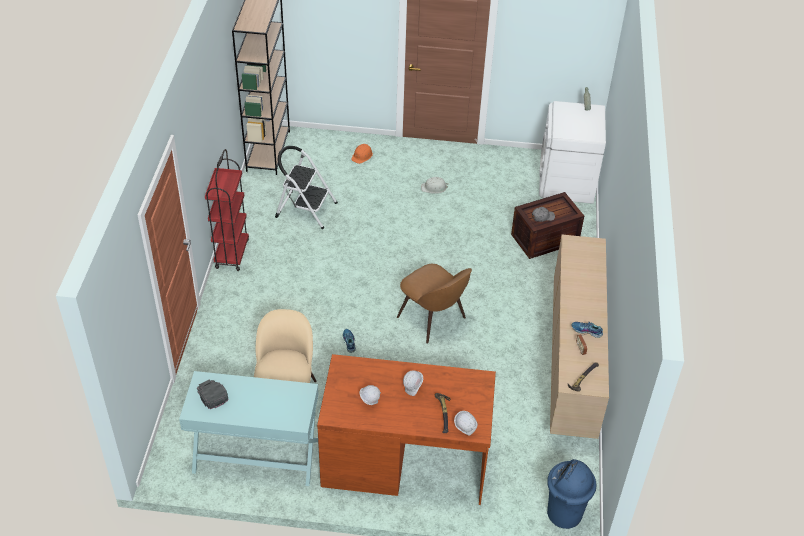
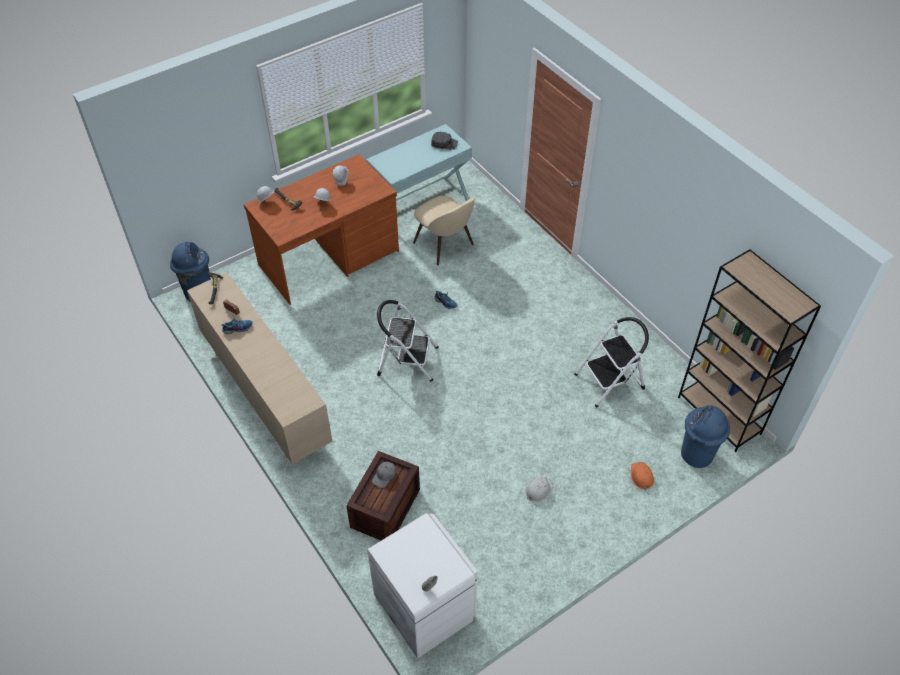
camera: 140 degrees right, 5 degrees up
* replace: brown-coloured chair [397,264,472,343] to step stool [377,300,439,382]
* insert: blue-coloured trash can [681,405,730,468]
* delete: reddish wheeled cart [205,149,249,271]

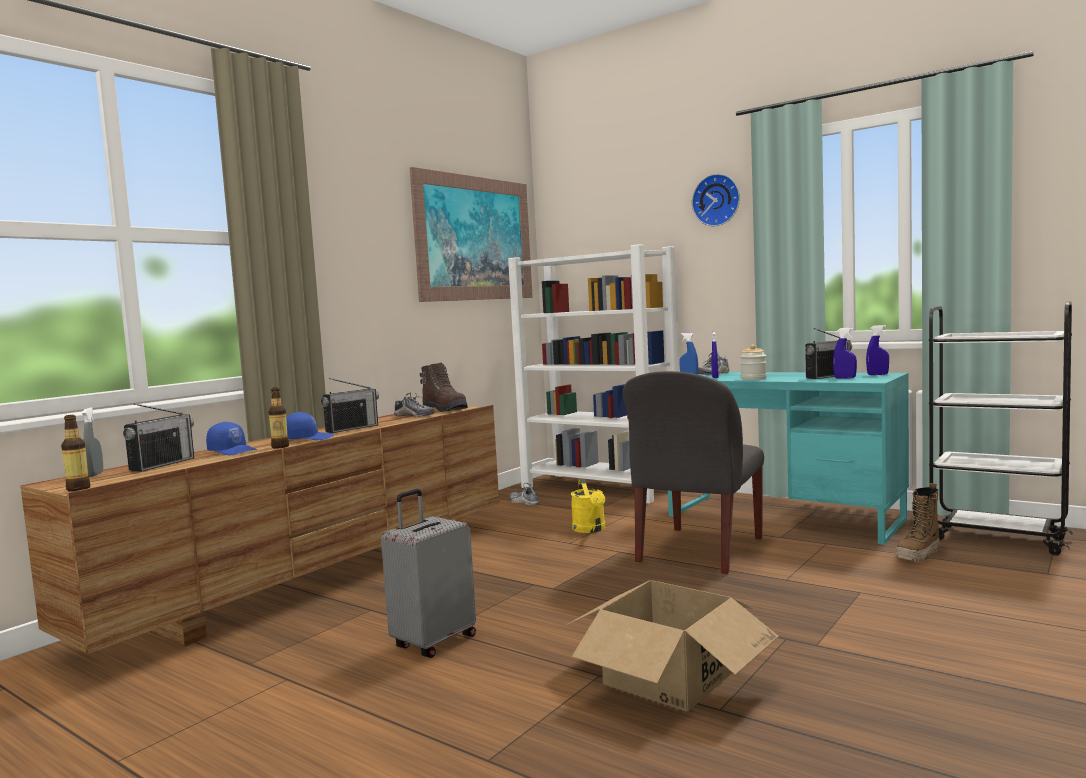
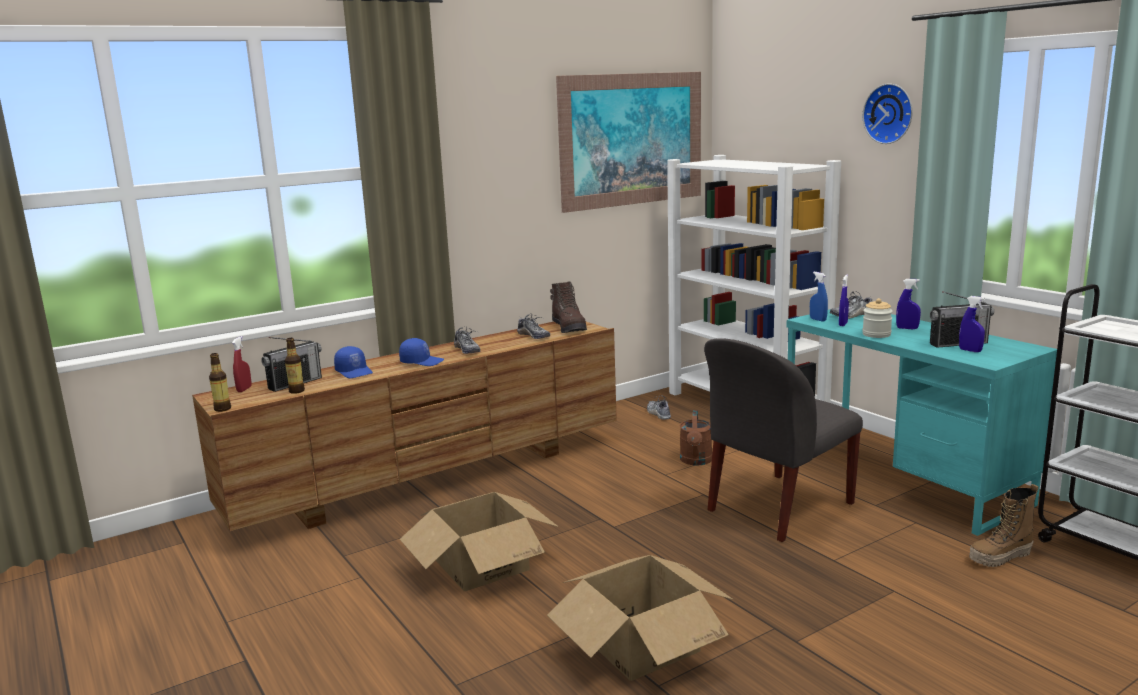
camera: 20 degrees right, 10 degrees up
* recolor: grey hand sprayer [82,407,103,477] to reddish hand sprayer [232,336,251,392]
* move: beverage bottle [268,387,289,449] to [285,338,305,394]
* replace: grey piece of luggage [381,489,476,658] to carton [400,492,559,591]
* replace: radio [321,378,379,433] to item of footwear [454,326,481,354]
* recolor: yellowish watering can [571,479,605,533] to brown-coloured watering can [680,410,712,466]
* move: blue-coloured hand sprayer [866,325,889,375] to [896,279,921,329]

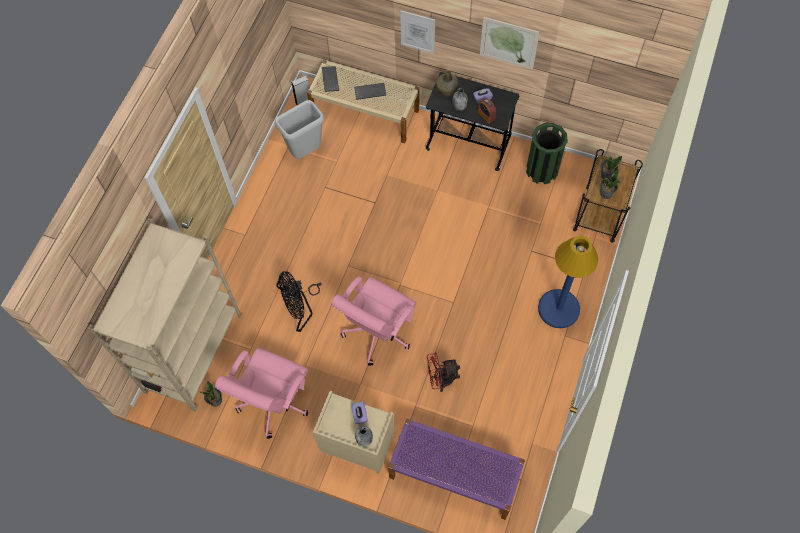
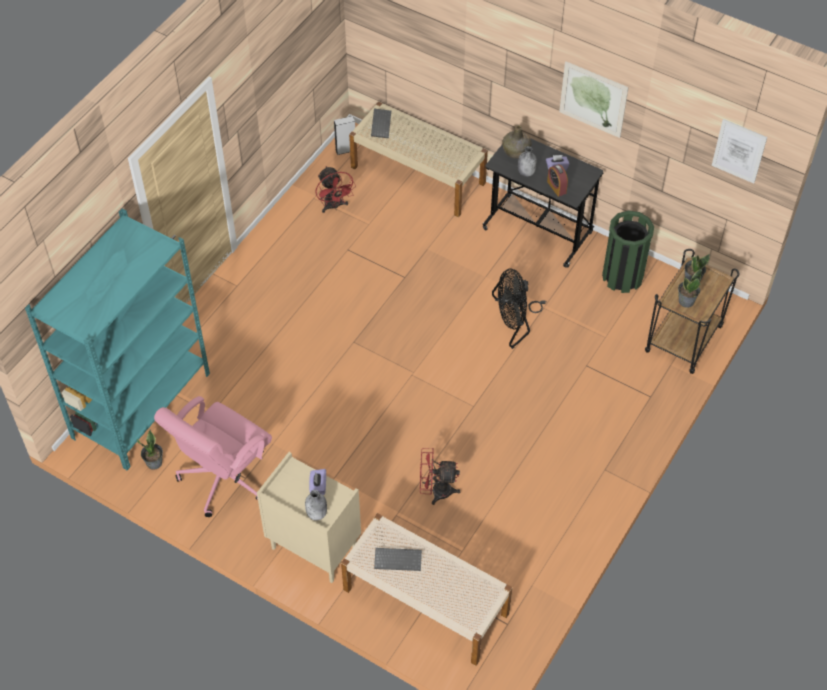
camera: 10 degrees right, 10 degrees down
* recolor: sand-coloured bookcase [88,218,241,412] to turquoise bookcase [25,208,210,470]
* replace: grey trash can [275,100,324,159] to reddish cooling fan [315,166,356,213]
* recolor: purple indoor bench [388,418,525,520] to sand-coloured indoor bench [341,513,513,666]
* move: keyboard [354,83,386,100] to [374,548,422,571]
* move: black-coloured cooling fan [276,271,322,332] to [492,268,546,349]
* move: picture [400,11,435,54] to [712,119,767,183]
* delete: pinkish computer chair [331,276,416,366]
* delete: blue-coloured standing lamp [538,236,598,328]

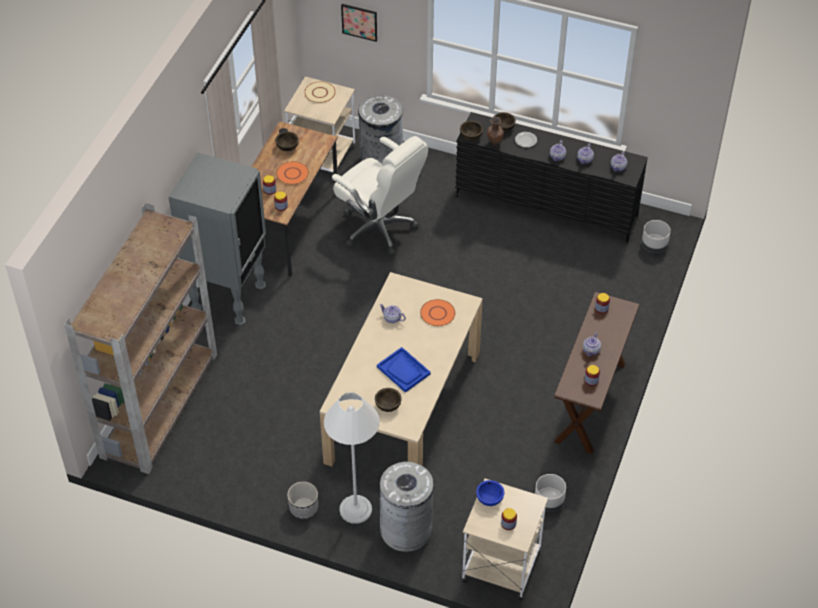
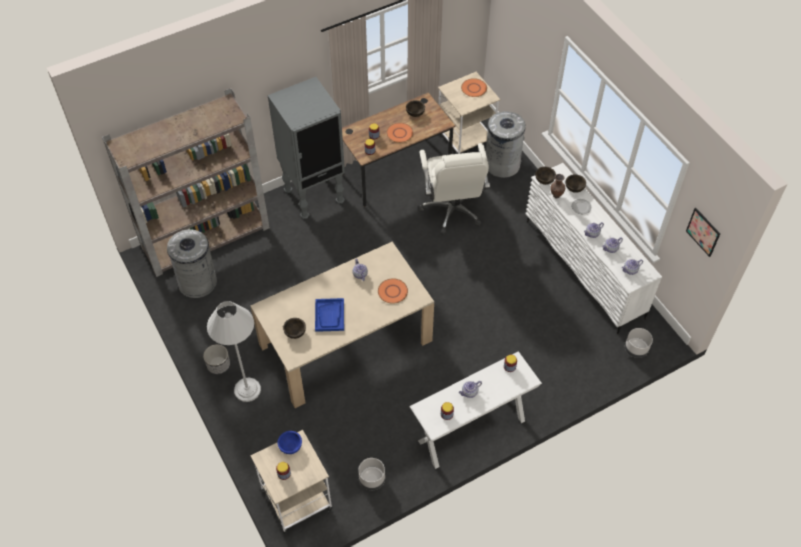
camera: 40 degrees right, 5 degrees up
* move: grey trash can [380,462,434,552] to [167,229,217,298]
* recolor: brown-coloured console table [554,292,640,454] to white-coloured console table [410,351,542,469]
* recolor: sand-coloured flat dish [304,81,336,103] to orangey flat dish [461,78,487,97]
* recolor: black-coloured chest of drawers [455,112,648,243] to white-coloured chest of drawers [525,163,662,334]
* move: picture [341,4,377,42] to [686,208,720,257]

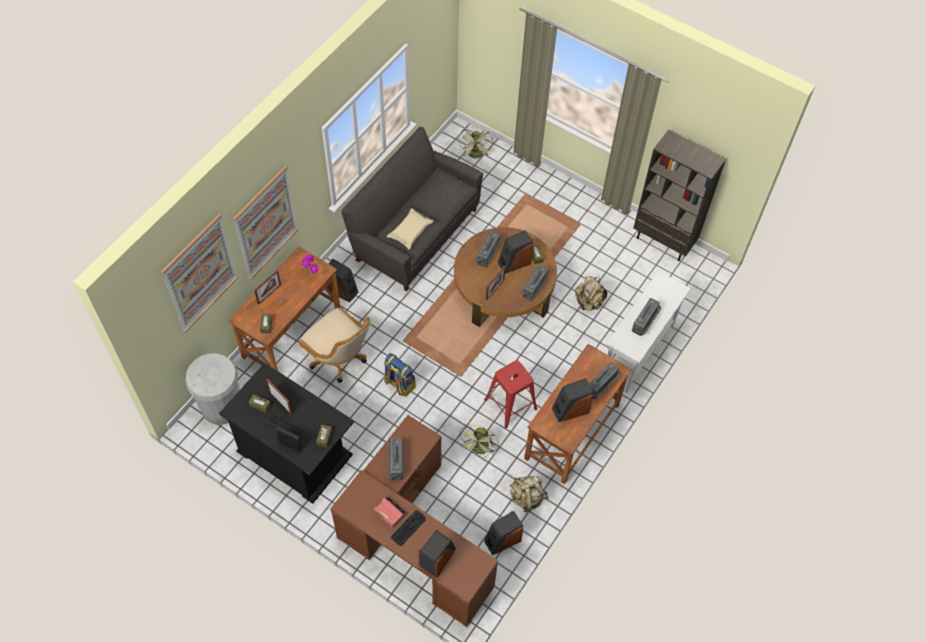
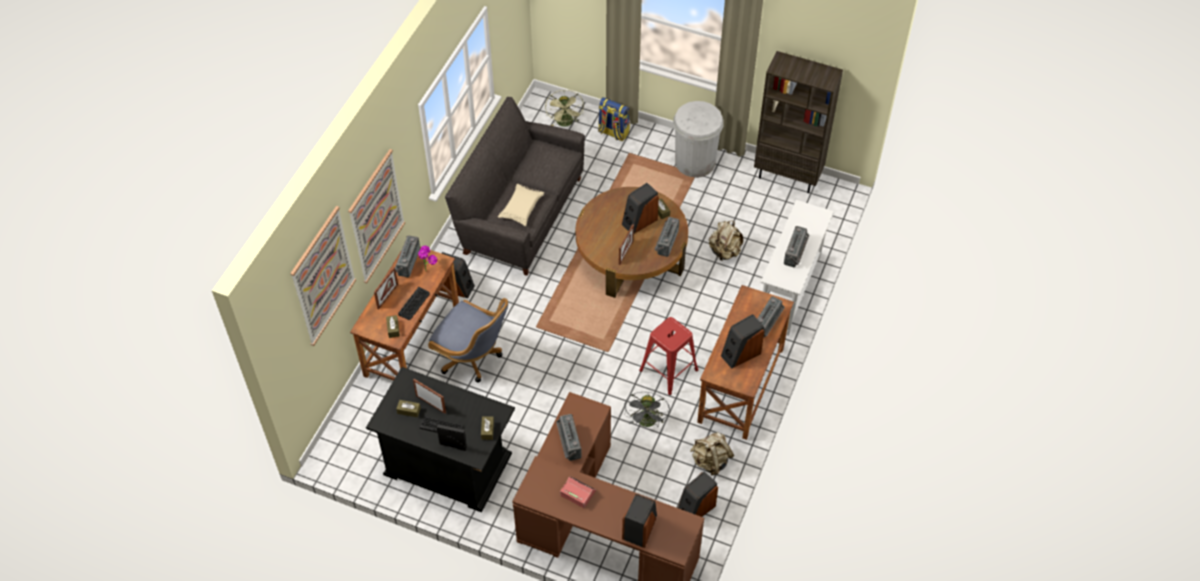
camera: 10 degrees left, 5 degrees down
* move: radio [475,231,500,267] to [395,235,420,277]
* move: keyboard [391,510,426,546] to [398,287,430,320]
* recolor: sand-coloured computer chair [299,307,371,383] to blue-coloured computer chair [428,298,508,383]
* move: backpack [384,353,416,397] to [598,97,630,141]
* recolor: green-coloured cooling fan [458,425,499,458] to grey cooling fan [624,392,670,428]
* move: white-coloured trash can [185,354,240,425] to [673,101,724,178]

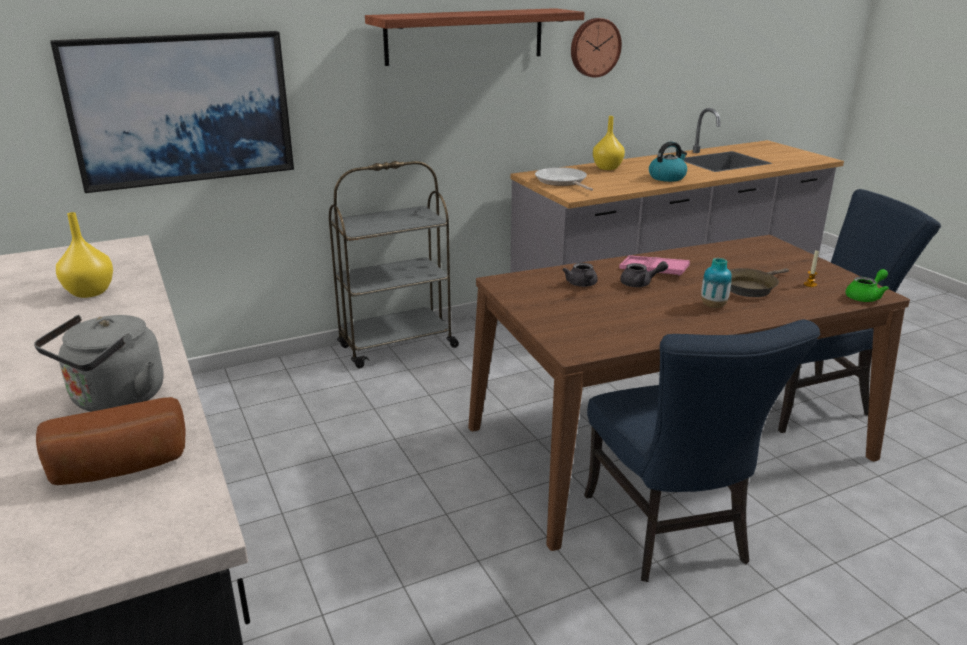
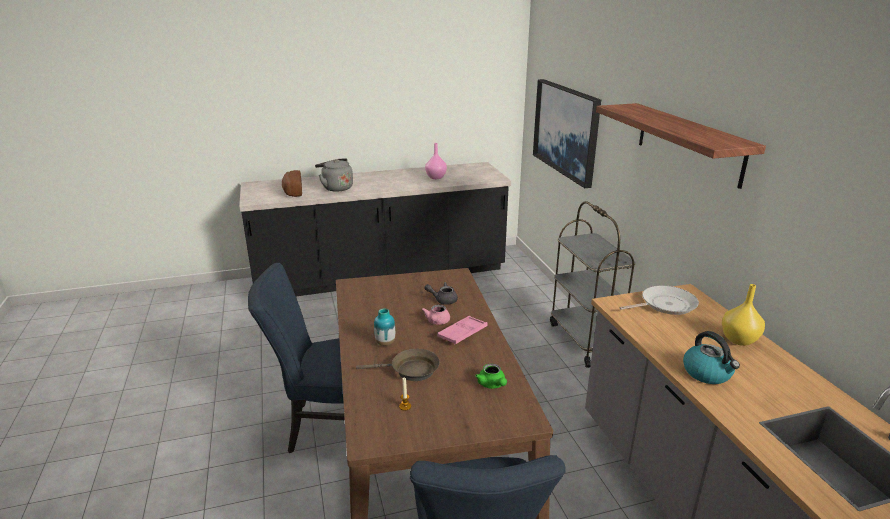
camera: 100 degrees right, 0 degrees up
* rotate: brown-coloured pan [730,268,789,297] = [356,349,440,381] 120 degrees clockwise
* recolor: grey tea pot [620,261,668,287] to pinkish tea pot [422,305,450,325]
* recolor: yellowish decorative vase [56,212,113,298] to pinkish decorative vase [425,143,447,179]
* move: green-coloured tea pot [845,269,889,302] to [475,363,507,389]
* delete: clock on the wall [571,18,622,78]

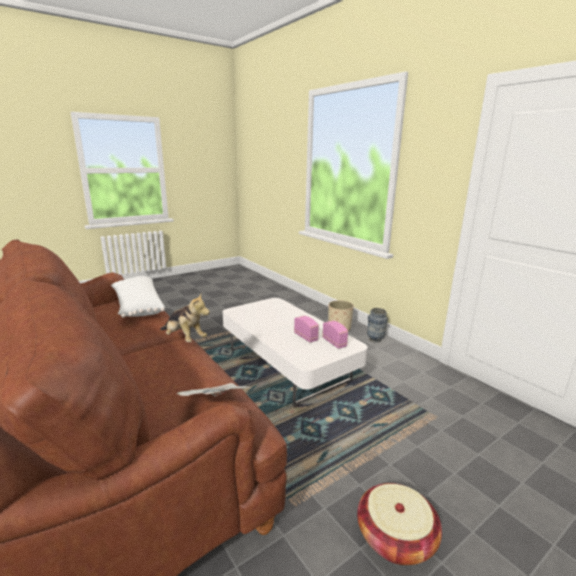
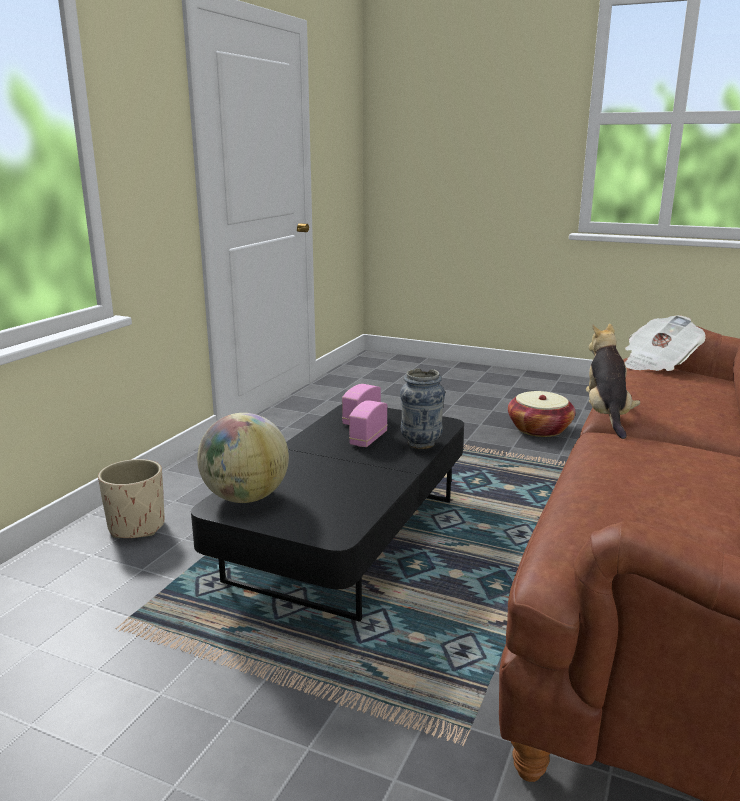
camera: 120 degrees left, 0 degrees up
* recolor: white-coloured lounge table [223,298,368,405] to black-coloured lounge table [191,404,464,622]
* insert: globe [197,413,289,503]
* move: decorative vase [367,308,388,342] to [400,368,445,449]
* delete: white-coloured cushion [111,276,165,318]

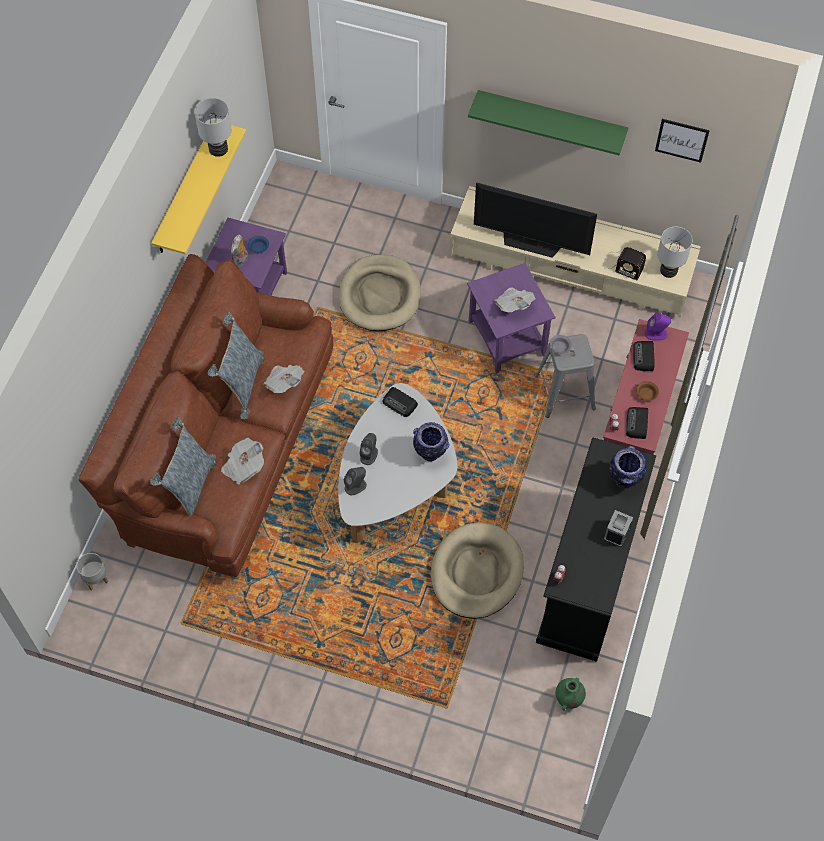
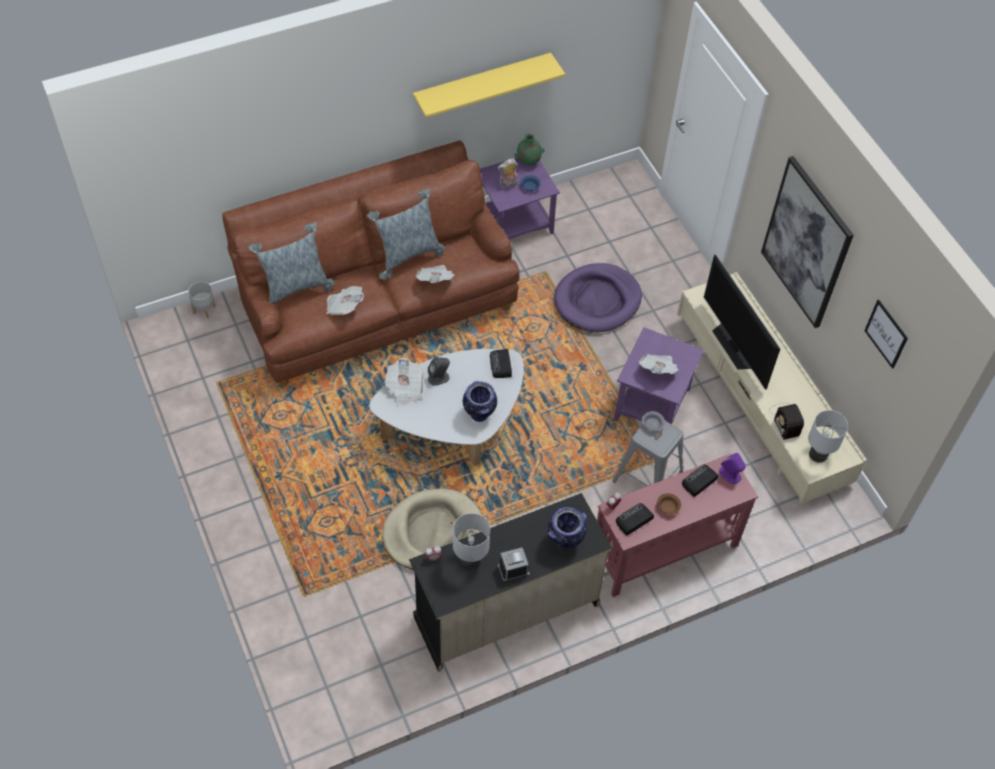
camera: 45 degrees right, 5 degrees down
* replace: grey speaker [343,467,367,495] to printed paper [384,358,424,407]
* move: grey tabletop lamp [195,98,232,157] to [453,513,490,569]
* move: green-coloured decorative vase [556,678,586,711] to [515,133,544,165]
* recolor: sand-coloured dog cushion [339,255,421,331] to purple dog cushion [554,263,642,332]
* replace: green-coloured shelf [468,90,628,155] to picture [761,156,854,328]

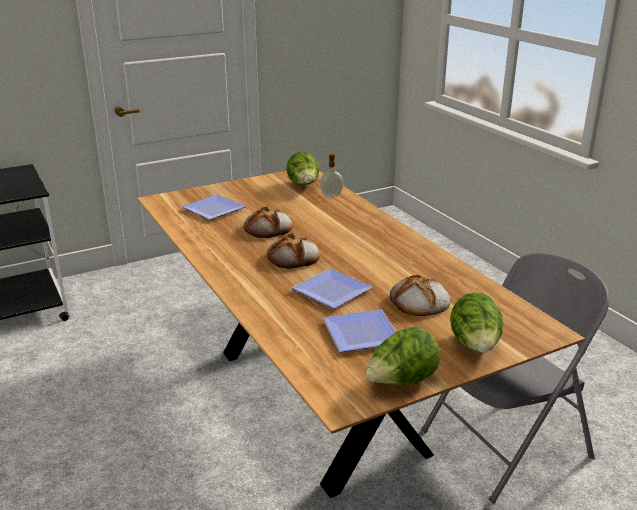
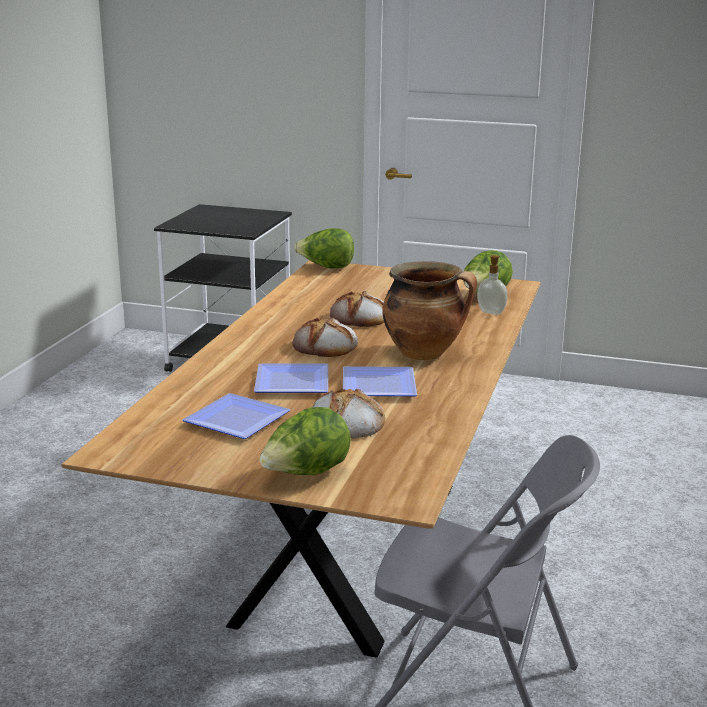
camera: 45 degrees right, 5 degrees down
* move: lettuce head [366,327,441,385] to [294,228,354,268]
* move: flat dish [181,194,246,220] to [343,366,417,396]
* insert: saucepot [382,261,477,360]

